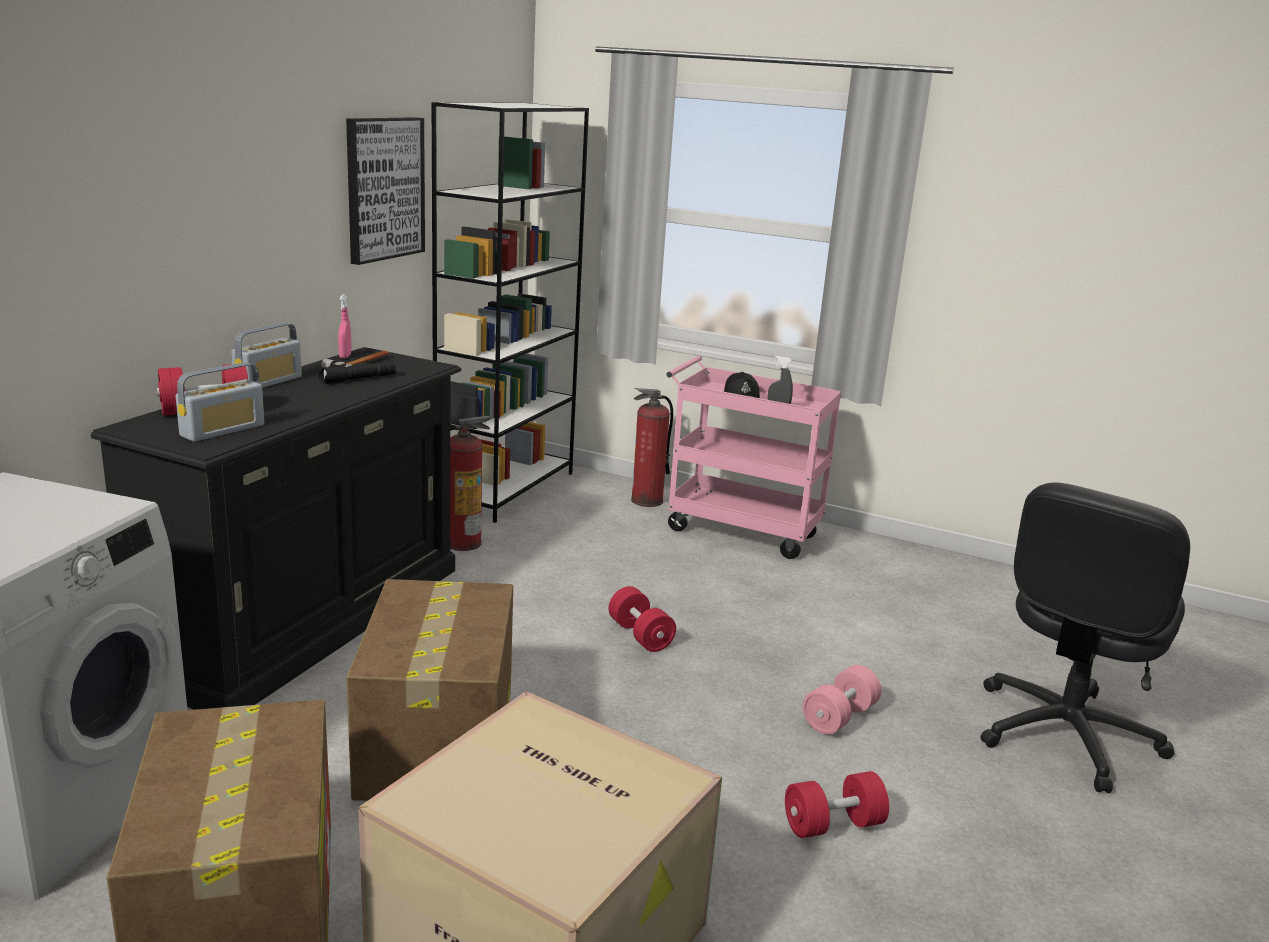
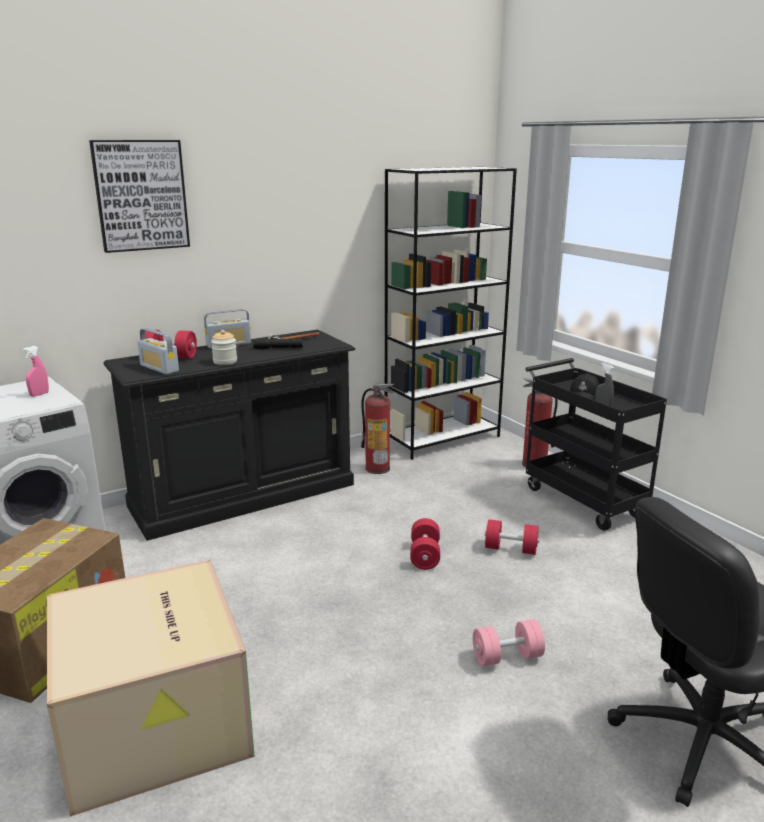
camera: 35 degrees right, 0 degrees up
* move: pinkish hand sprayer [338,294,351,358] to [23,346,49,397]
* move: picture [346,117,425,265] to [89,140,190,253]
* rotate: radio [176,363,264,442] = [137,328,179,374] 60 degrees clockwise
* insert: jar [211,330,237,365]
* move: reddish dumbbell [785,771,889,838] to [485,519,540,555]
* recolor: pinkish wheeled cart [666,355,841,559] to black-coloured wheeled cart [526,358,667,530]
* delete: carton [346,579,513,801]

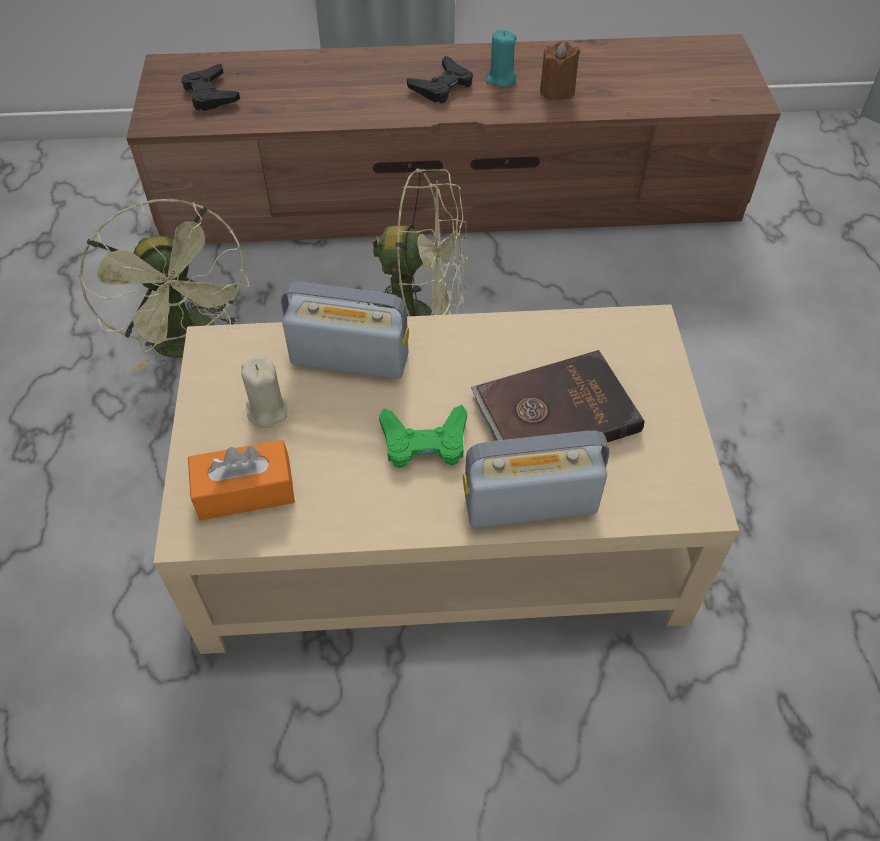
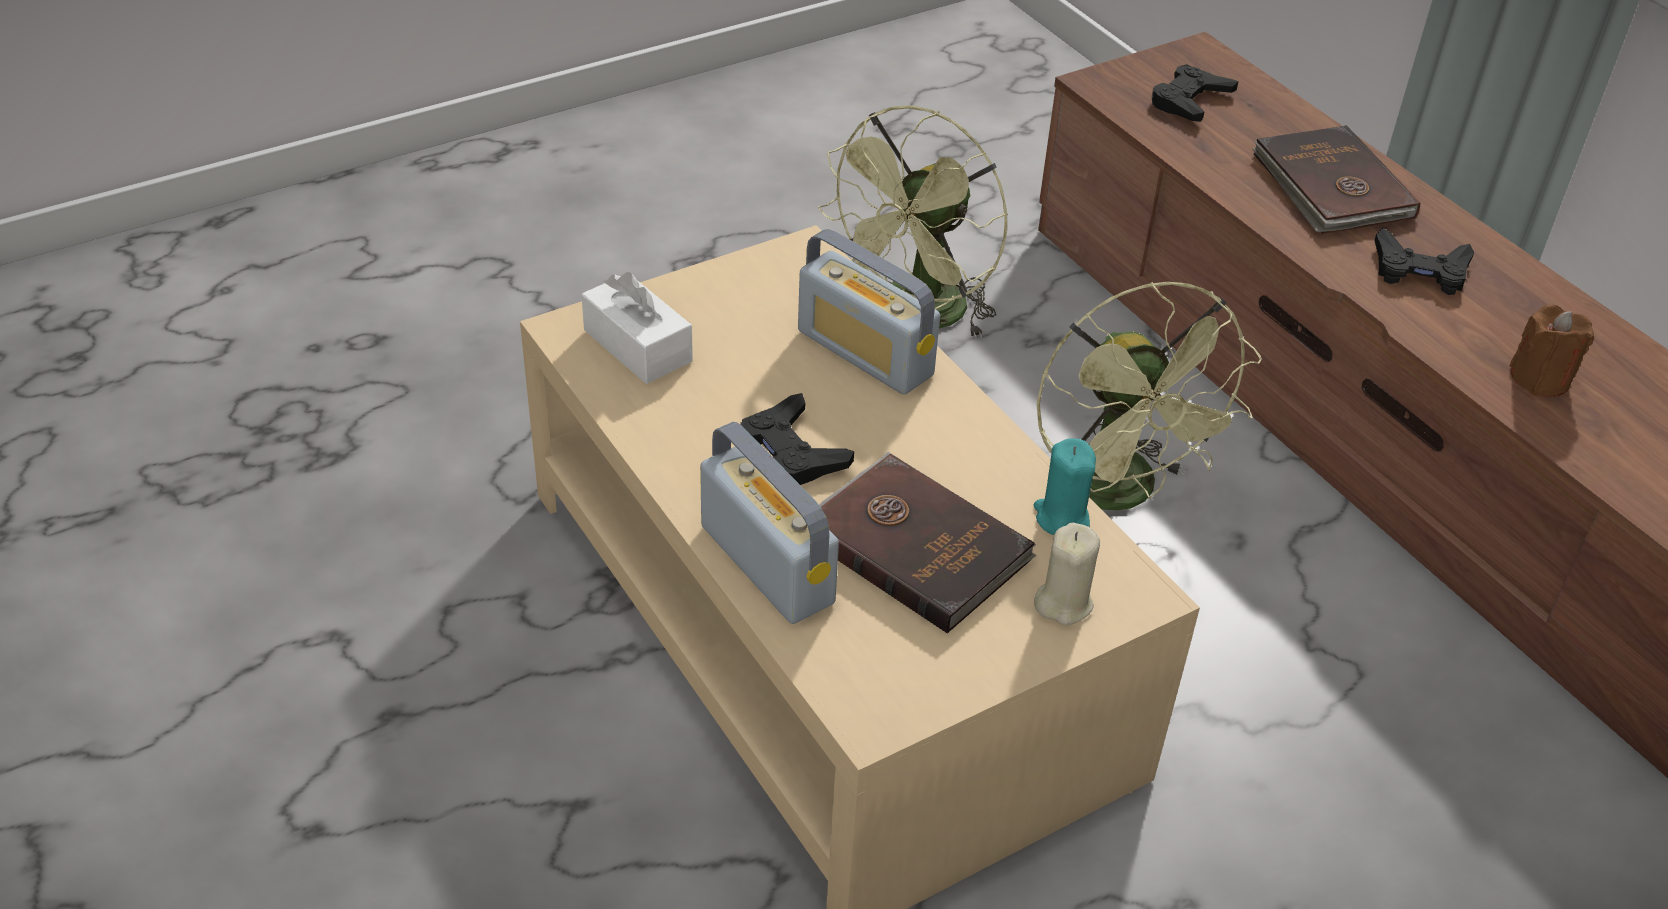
camera: 60 degrees right, 10 degrees down
* recolor: orangey tissue holder [188,440,295,520] to white-coloured tissue holder [581,272,693,384]
* recolor: green-coloured gamepad [379,405,467,468] to black-coloured gamepad [740,393,854,485]
* rotate: radio [281,282,409,379] = [798,229,940,395] 150 degrees clockwise
* move: turquoise candle [486,29,516,87] to [1034,438,1096,535]
* move: sand-coloured candle [241,356,287,428] to [1034,523,1100,625]
* insert: brown-coloured book [1252,125,1420,234]

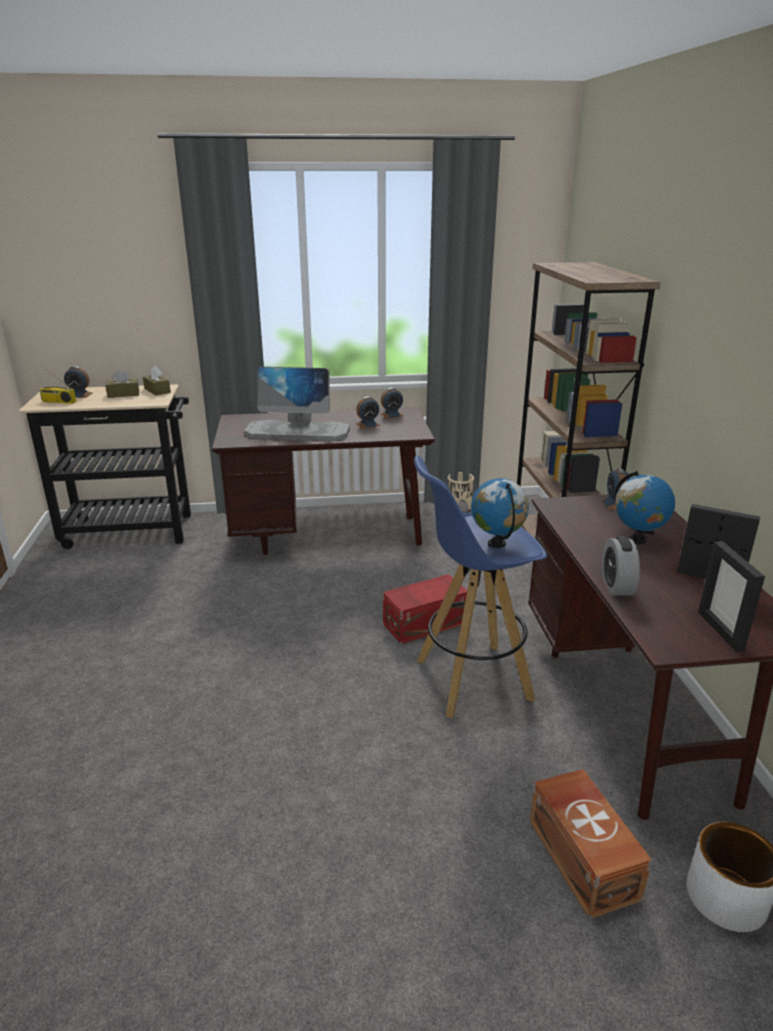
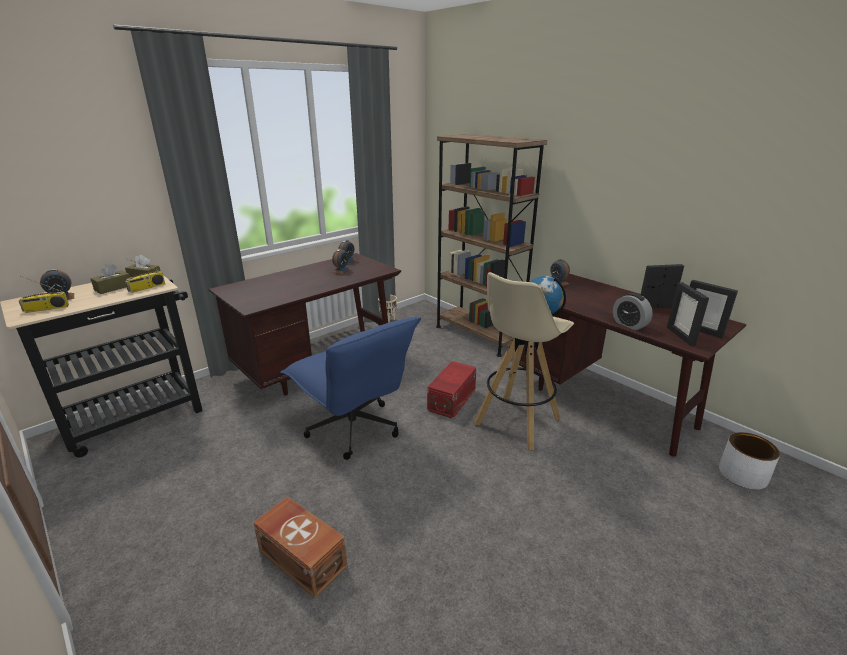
camera: 35 degrees left, 0 degrees up
* insert: radio [125,258,165,293]
* move: brown-coloured storage bin [529,769,652,919] to [253,496,347,598]
* insert: blue-coloured computer chair [280,317,421,460]
* recolor: blue-coloured stool seat [414,455,547,718] to sand-coloured stool seat [474,272,574,451]
* insert: picture frame [667,282,709,346]
* delete: computer screen [244,367,350,441]
* delete: globe [614,471,675,544]

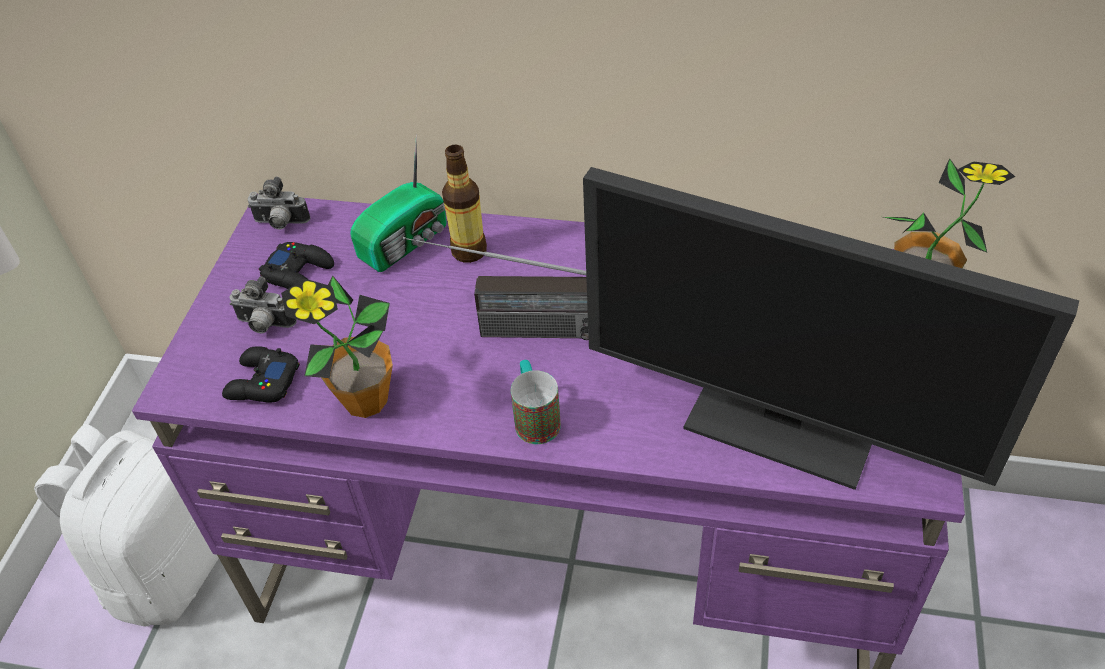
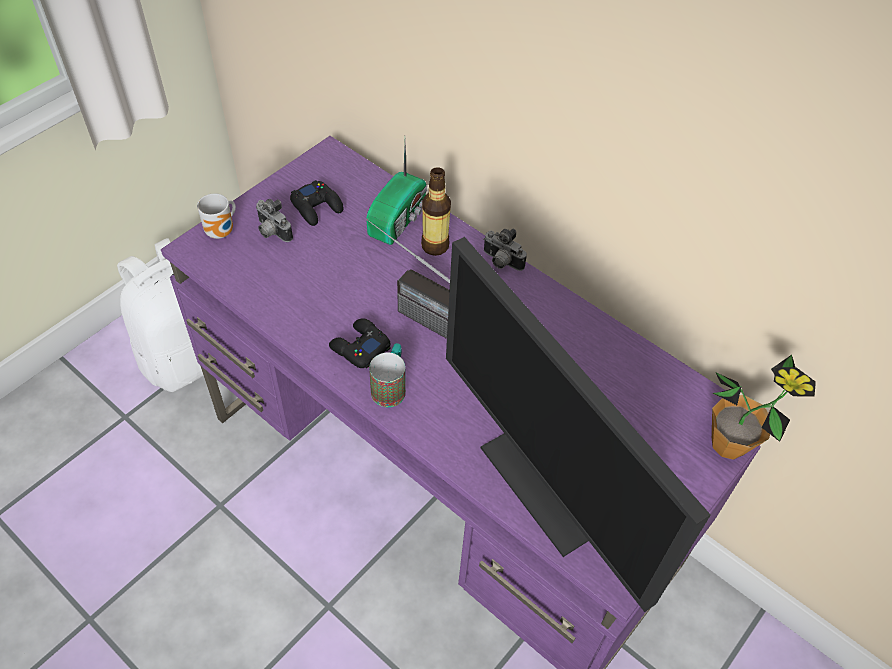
camera: 25 degrees right, 5 degrees up
* insert: coffee mug [197,193,236,239]
* move: black-coloured gamepad [222,346,300,403] to [329,318,391,368]
* rotate: radio [350,134,447,272] = [366,135,427,245] 45 degrees counterclockwise
* move: photo camera [248,177,310,229] to [483,229,527,271]
* delete: plant in a pot [281,275,393,418]

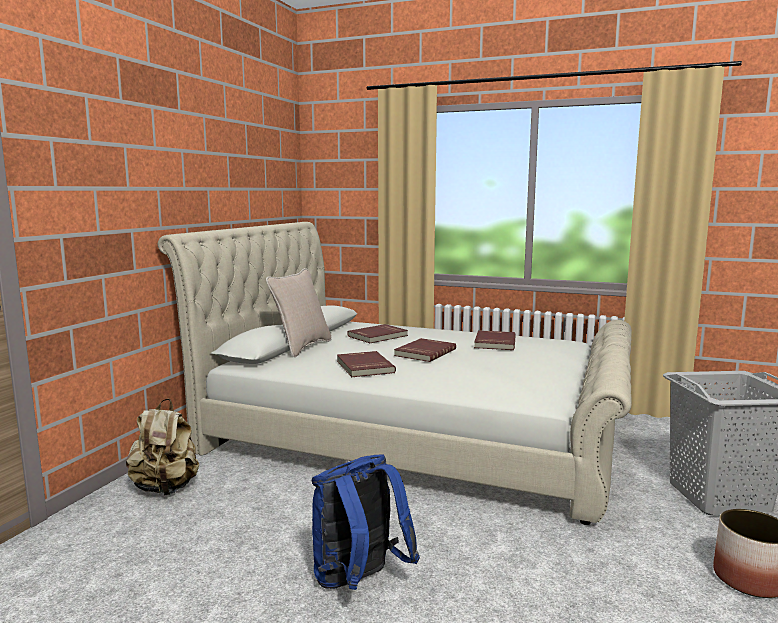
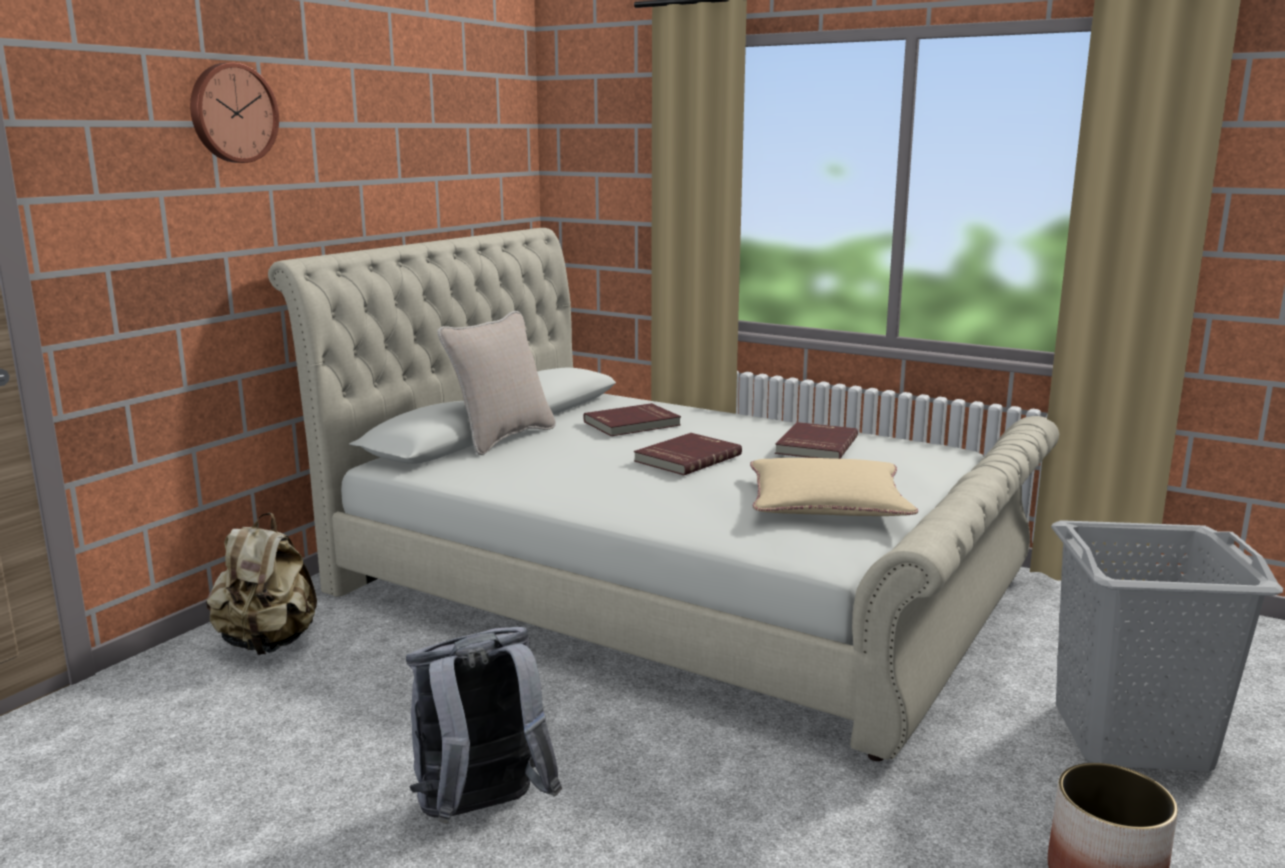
camera: 10 degrees right, 5 degrees up
* insert: clock on the wall [190,62,279,163]
* recolor: blue-coloured backpack [312,454,420,590] to grey backpack [406,627,562,825]
* insert: sand-coloured cushion [750,458,918,516]
* delete: reddish book [337,351,396,377]

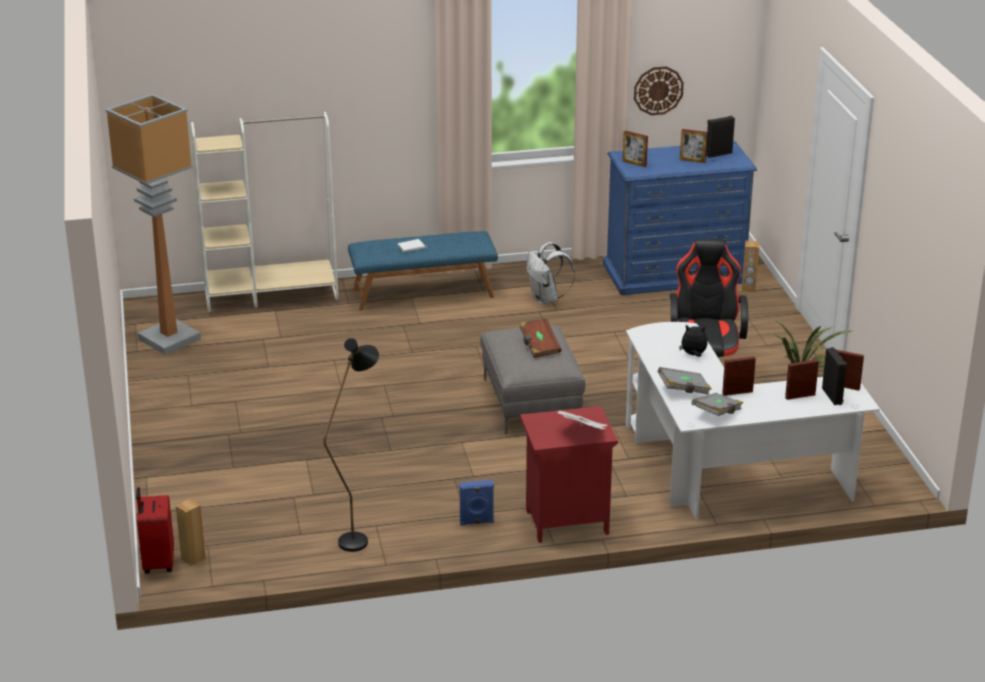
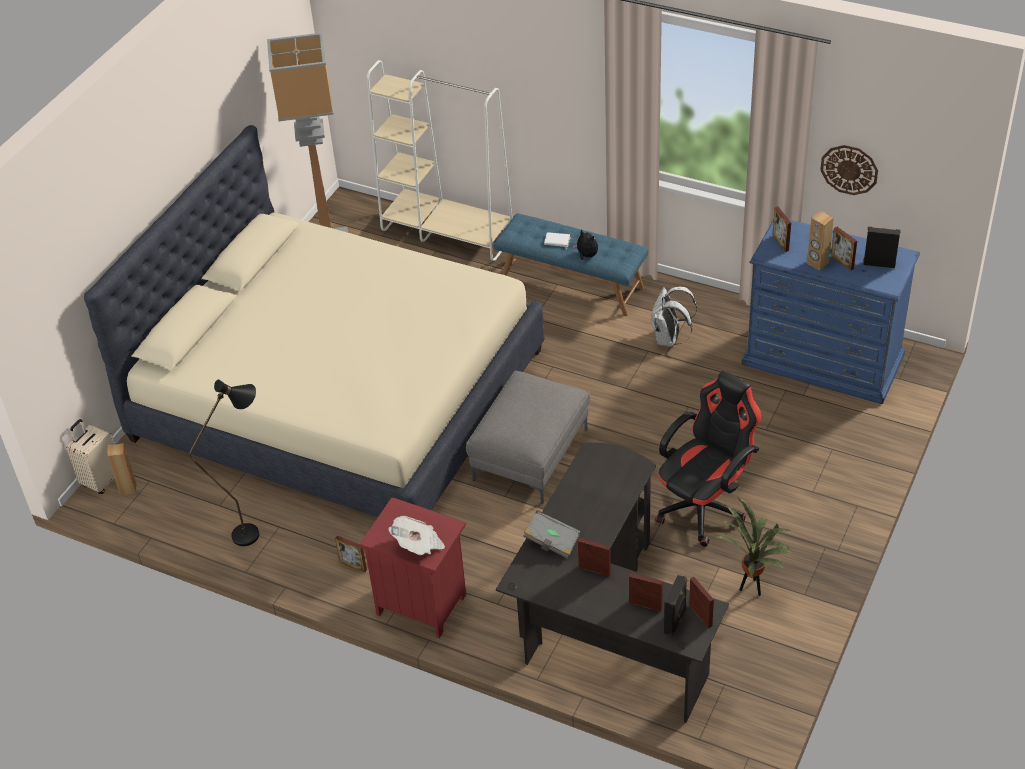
camera: 40 degrees right, 15 degrees up
* recolor: reddish piece of luggage [136,487,174,573] to sand-coloured piece of luggage [67,419,115,494]
* insert: sand-coloured bed [84,125,545,517]
* replace: blue-coloured speaker [459,480,494,526] to picture frame [335,536,367,573]
* recolor: white-coloured desk table [626,322,880,520] to black-coloured desk table [496,442,729,723]
* move: plush toy [679,325,708,357] to [573,229,598,260]
* move: brown-coloured speaker [742,241,759,293] to [807,211,834,270]
* delete: brown-coloured book [520,319,562,358]
* delete: grey book [691,393,743,416]

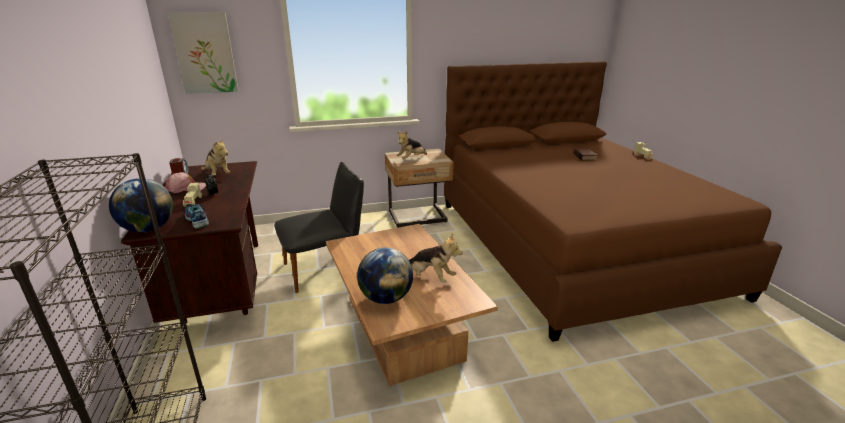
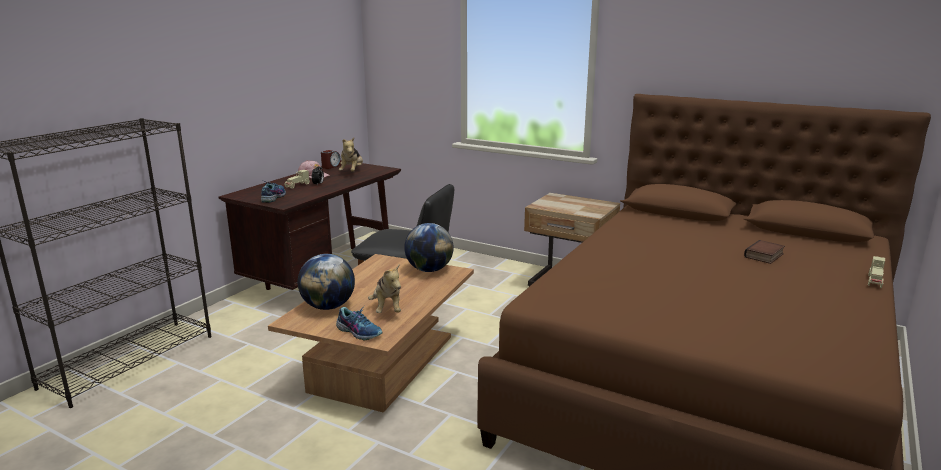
camera: 45 degrees right, 5 degrees down
* insert: item of footwear [336,305,383,340]
* move: globe [109,178,173,233] to [404,223,454,272]
* delete: picture [168,12,239,94]
* delete: plush toy [396,131,427,159]

